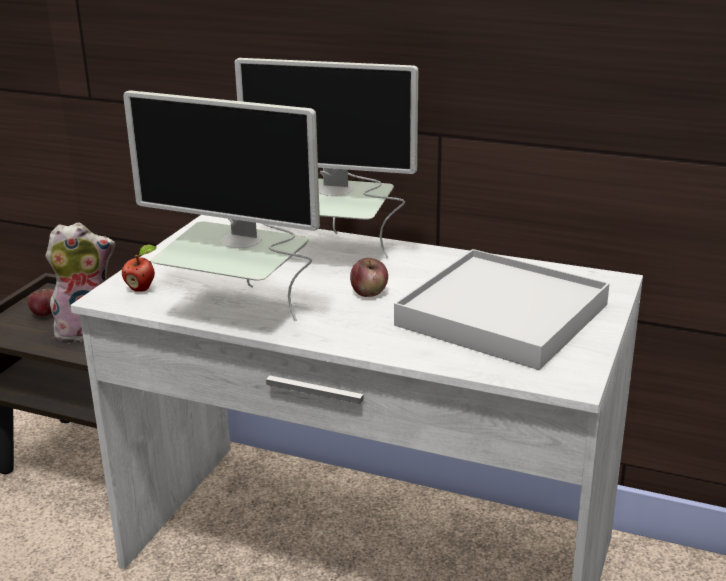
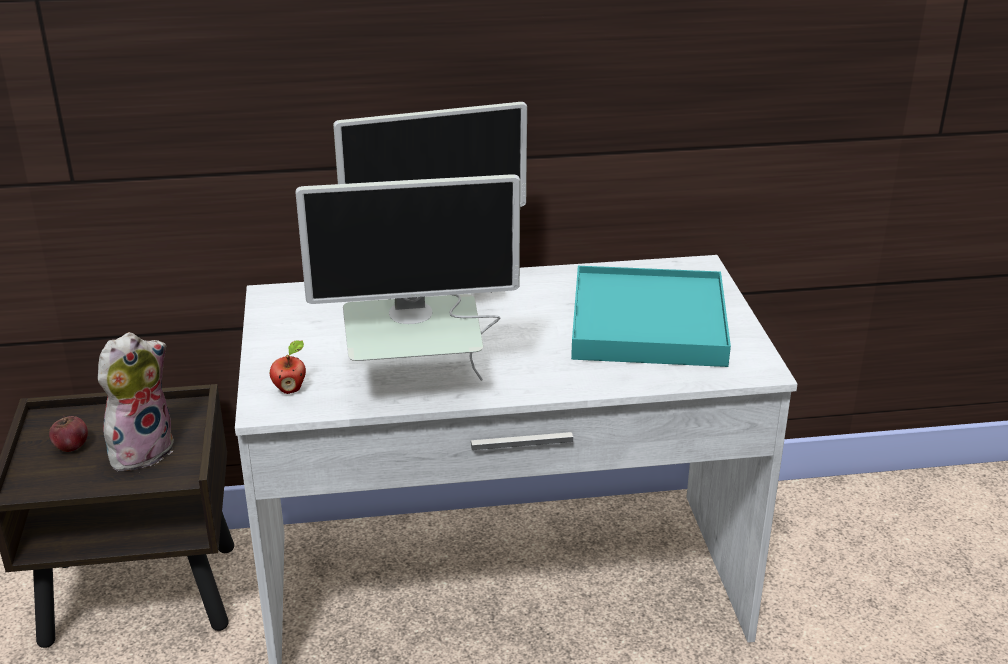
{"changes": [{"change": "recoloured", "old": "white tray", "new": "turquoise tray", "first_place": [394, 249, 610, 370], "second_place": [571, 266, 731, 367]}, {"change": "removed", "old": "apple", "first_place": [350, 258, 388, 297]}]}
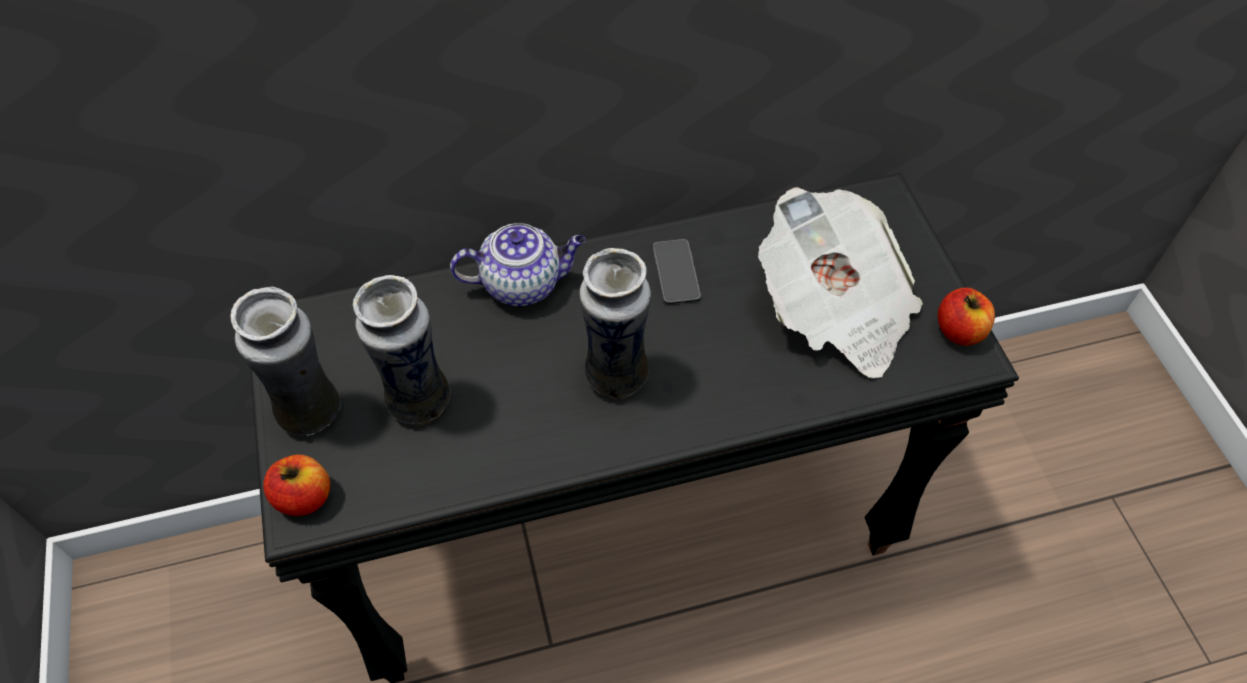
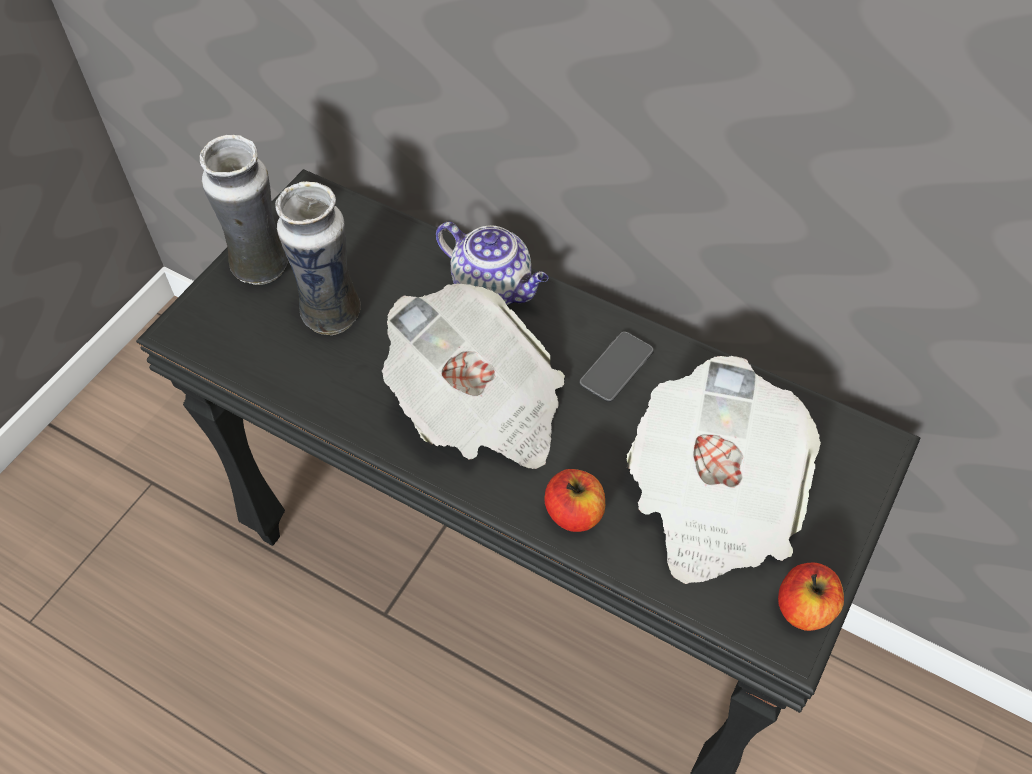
{"changes": [{"change": "replaced", "old": "vase", "new": "newspaper", "first_place": [579, 248, 651, 399], "second_place": [382, 284, 565, 469]}, {"change": "moved", "old": "apple", "first_place": [263, 455, 330, 516], "second_place": [544, 469, 605, 532]}]}
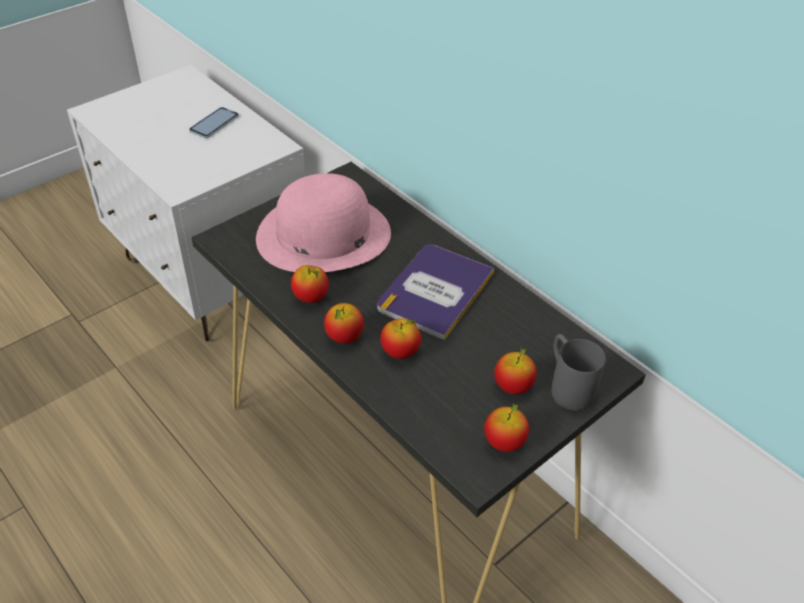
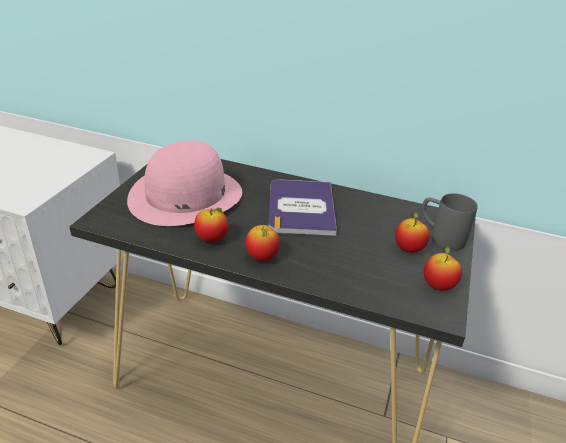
{"changes": [{"change": "removed", "old": "phone", "first_place": [189, 107, 239, 138]}, {"change": "removed", "old": "apple", "first_place": [381, 318, 422, 359]}]}
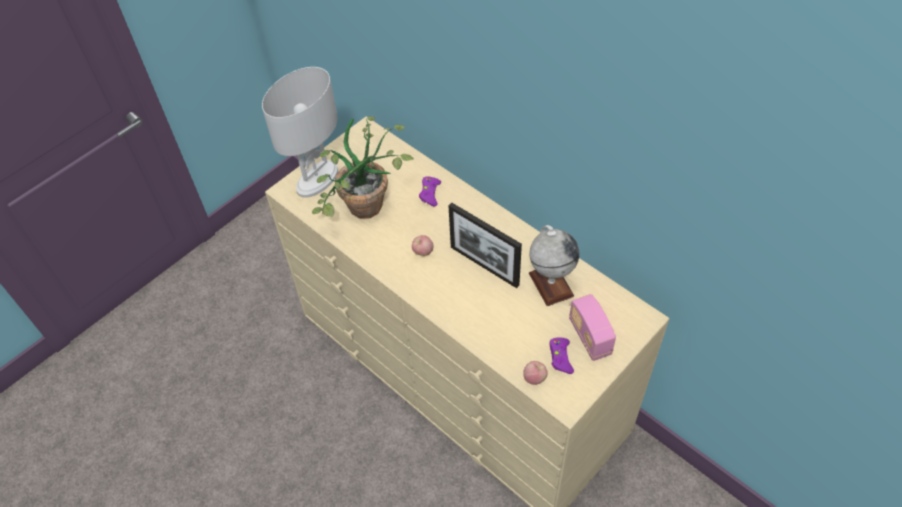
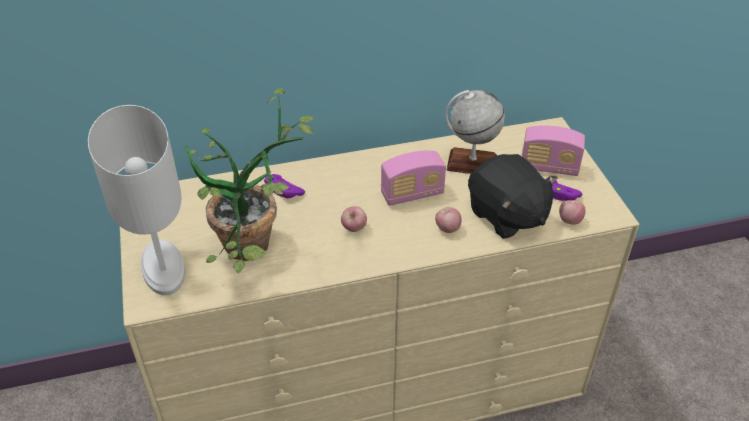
{"changes": [{"change": "replaced", "old": "picture frame", "new": "radio", "first_place": [448, 202, 522, 288], "second_place": [381, 151, 446, 206]}, {"change": "added", "new": "black plush toy", "second_place": [468, 154, 557, 239]}, {"change": "added", "new": "apple", "second_place": [435, 207, 462, 233]}]}
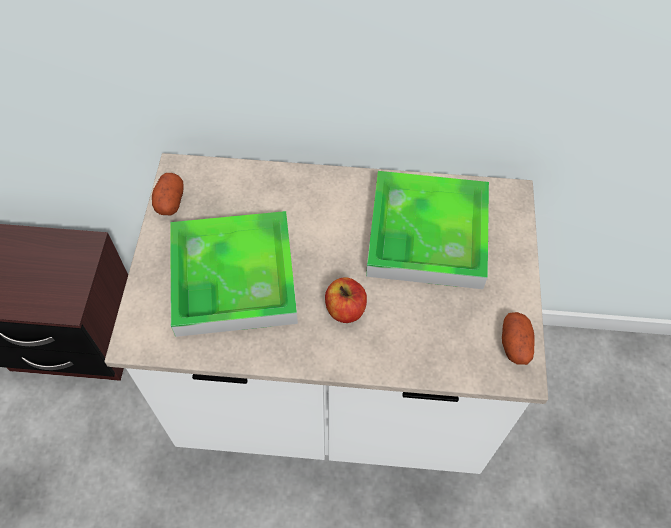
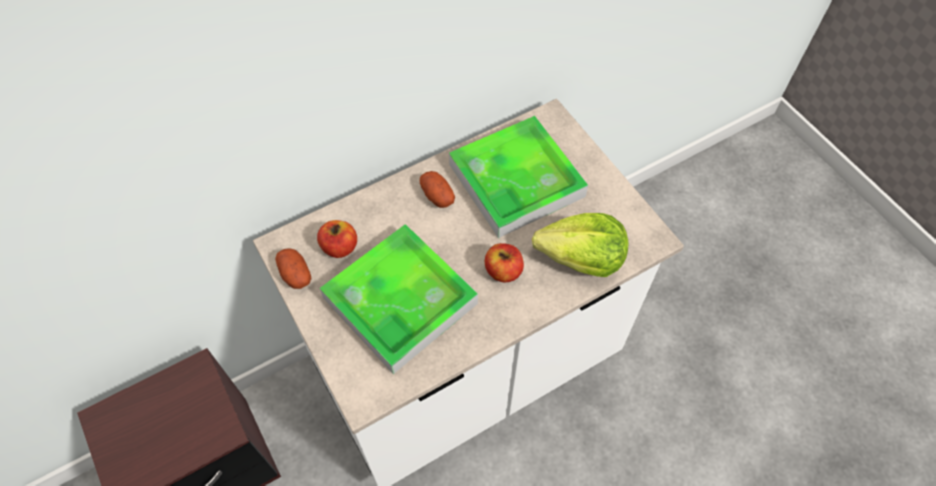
{"changes": [{"change": "moved", "old": "potato", "first_place": [502, 312, 535, 365], "second_place": [420, 171, 455, 208]}, {"change": "added", "new": "lettuce", "second_place": [532, 213, 628, 277]}, {"change": "added", "new": "apple", "second_place": [317, 220, 357, 258]}]}
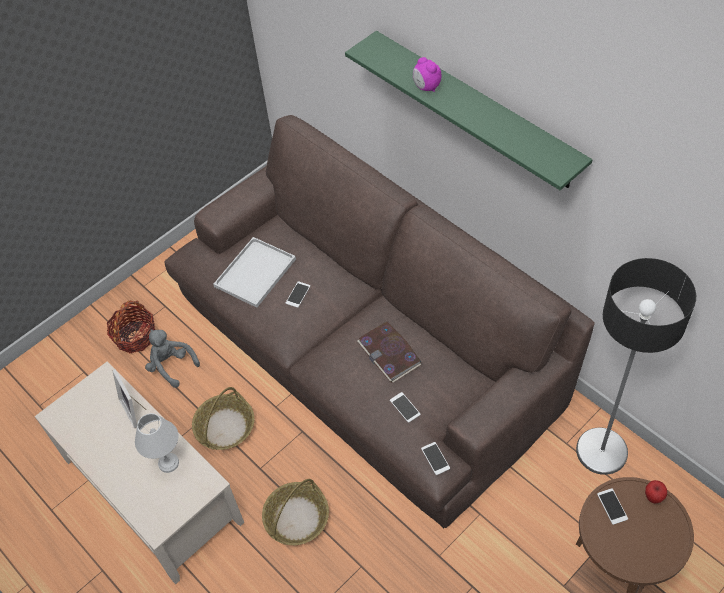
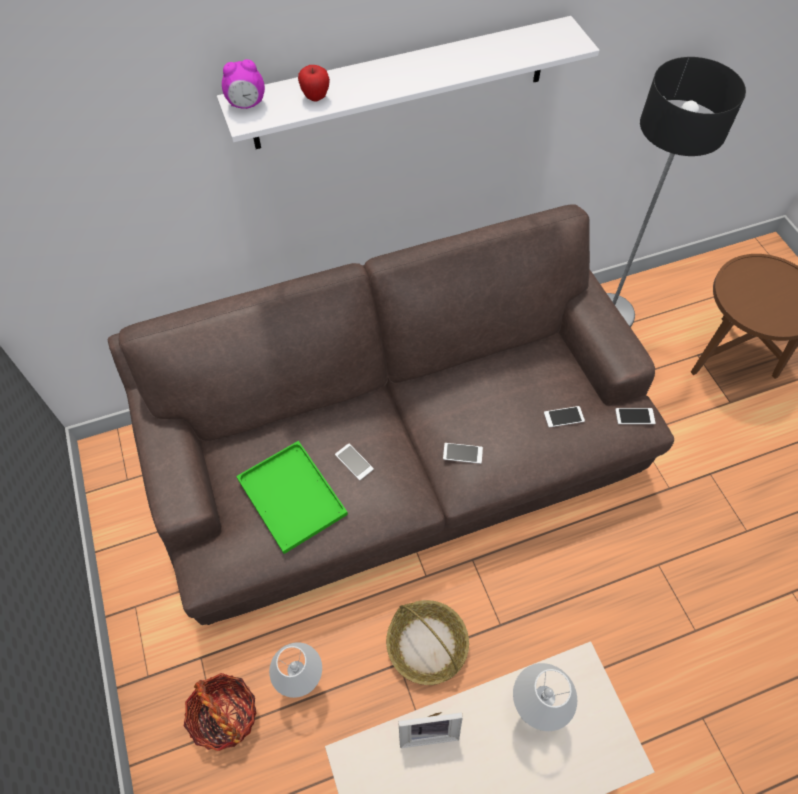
{"changes": [{"change": "recoloured", "old": "green shelf", "new": "white shelf", "first_place": [345, 31, 593, 190], "second_place": [217, 16, 599, 149]}, {"change": "moved", "old": "alarm clock", "first_place": [413, 57, 442, 92], "second_place": [222, 59, 265, 109]}, {"change": "recoloured", "old": "white tray", "new": "green tray", "first_place": [213, 237, 296, 308], "second_place": [236, 441, 348, 554]}, {"change": "removed", "old": "book", "first_place": [357, 322, 421, 383]}, {"change": "replaced", "old": "grey plush toy", "new": "white table lamp", "first_place": [145, 329, 200, 388], "second_place": [269, 642, 322, 698]}, {"change": "removed", "old": "basket", "first_place": [262, 479, 329, 545]}, {"change": "moved", "old": "apple", "first_place": [645, 480, 667, 504], "second_place": [298, 65, 330, 101]}, {"change": "moved", "old": "phone", "first_place": [597, 488, 628, 525], "second_place": [443, 443, 483, 464]}]}
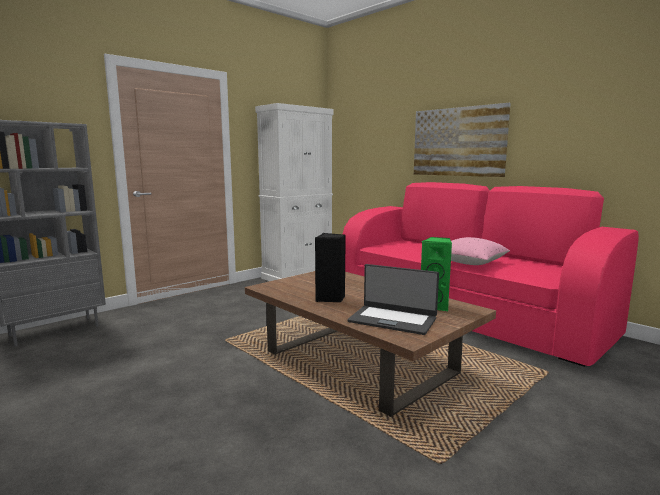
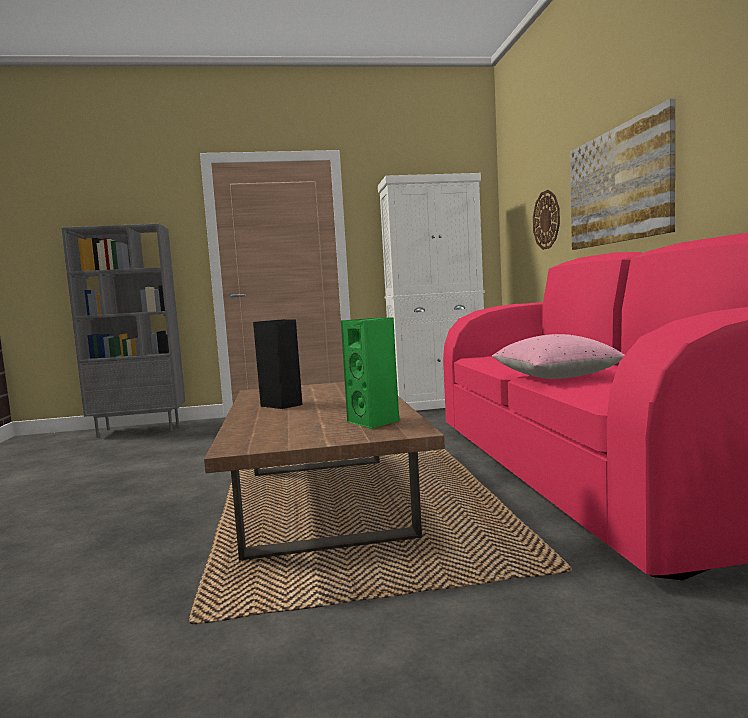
{"changes": [{"change": "removed", "old": "laptop", "first_place": [348, 264, 439, 335]}, {"change": "added", "new": "wall clock", "second_place": [533, 190, 560, 250]}]}
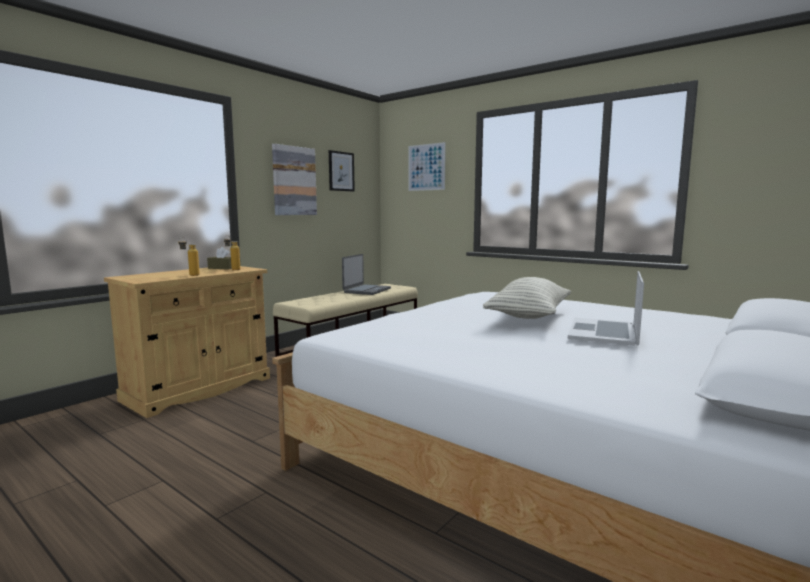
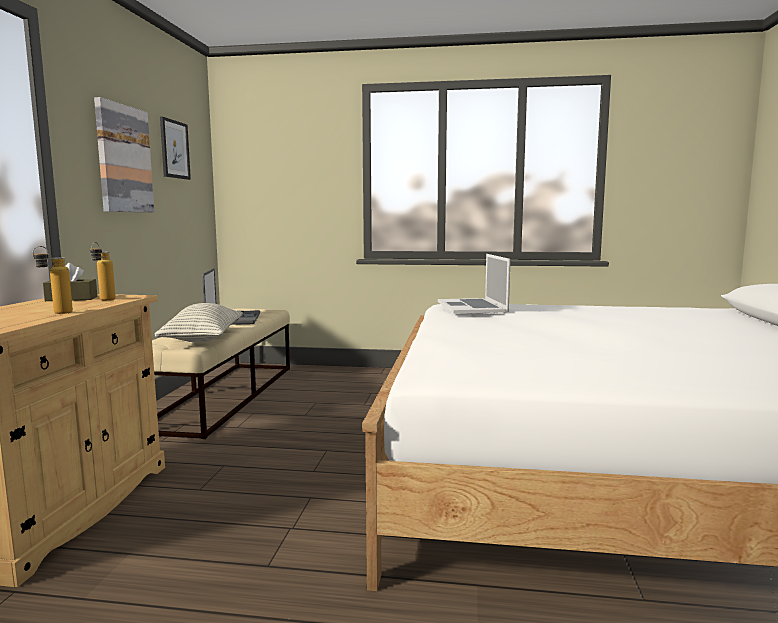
{"changes": [{"change": "removed", "old": "picture", "first_place": [409, 142, 446, 191]}, {"change": "moved", "old": "laptop", "first_place": [568, 271, 644, 346], "second_place": [438, 254, 511, 314]}, {"change": "moved", "old": "pillow", "first_place": [483, 277, 571, 319], "second_place": [155, 303, 243, 342]}]}
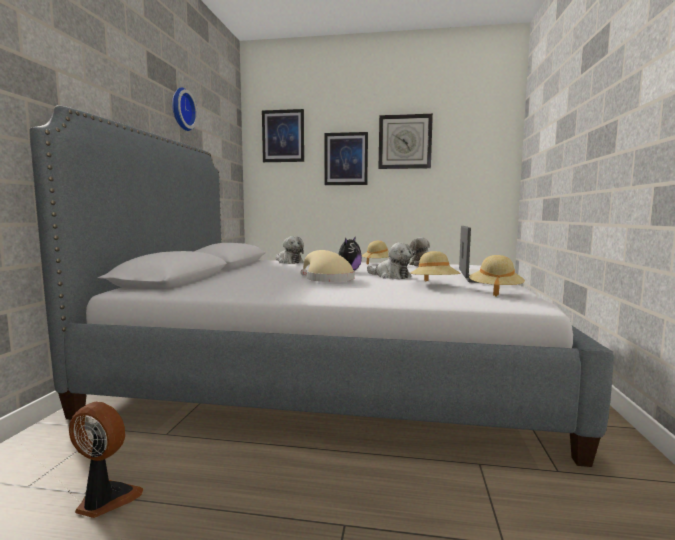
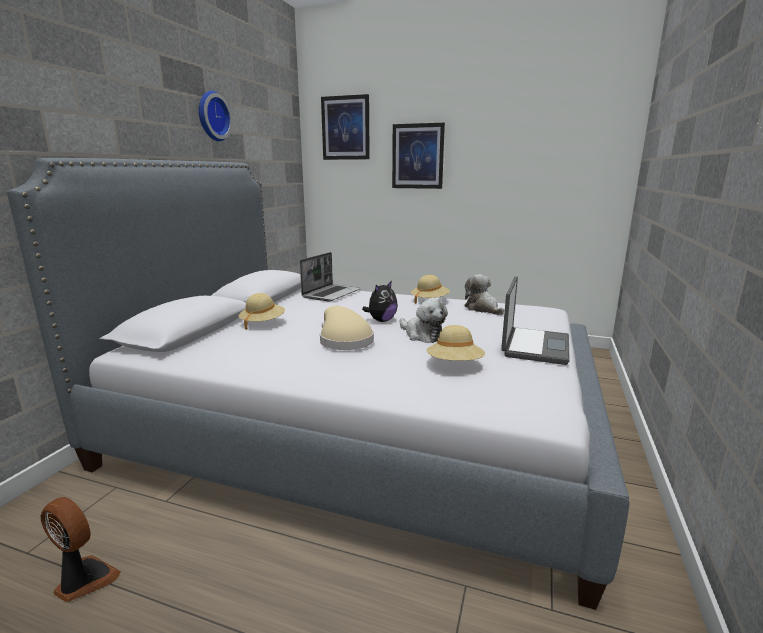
{"changes": [{"change": "removed", "old": "wall clock", "first_place": [378, 114, 433, 169]}, {"change": "replaced", "old": "plush toy", "new": "laptop", "first_place": [276, 236, 304, 264], "second_place": [300, 252, 361, 302]}, {"change": "moved", "old": "beige hat", "first_place": [469, 255, 525, 297], "second_place": [239, 293, 285, 330]}]}
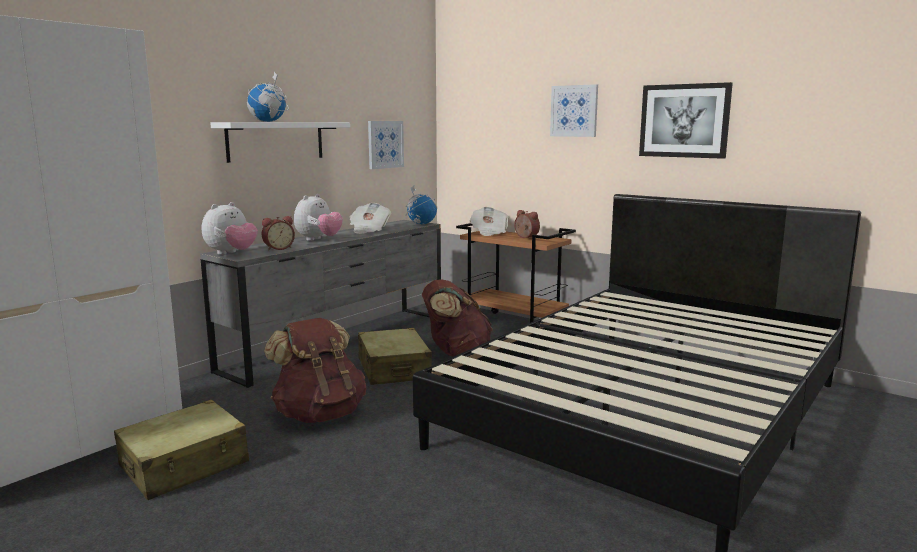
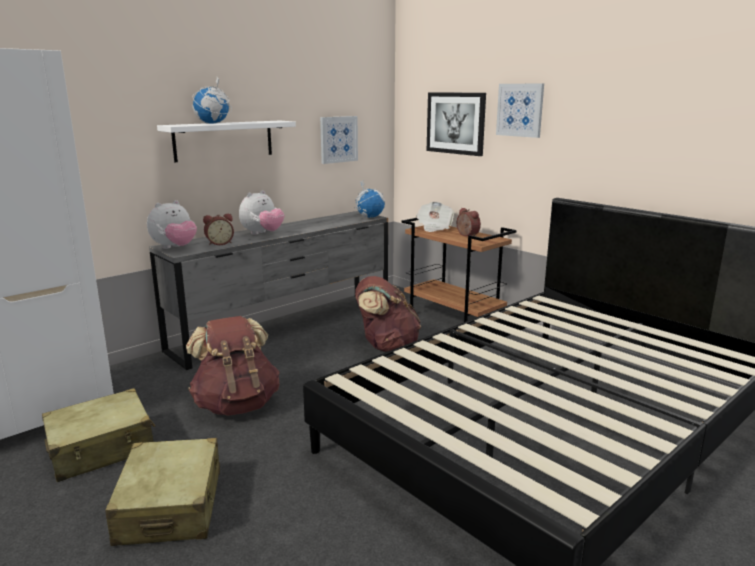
{"changes": [{"change": "moved", "old": "picture", "first_place": [639, 82, 733, 159], "second_place": [427, 92, 486, 156]}, {"change": "removed", "old": "newspaper", "first_place": [349, 203, 391, 234]}, {"change": "moved", "old": "beige suitcase", "first_place": [358, 328, 432, 385], "second_place": [105, 438, 220, 546]}]}
